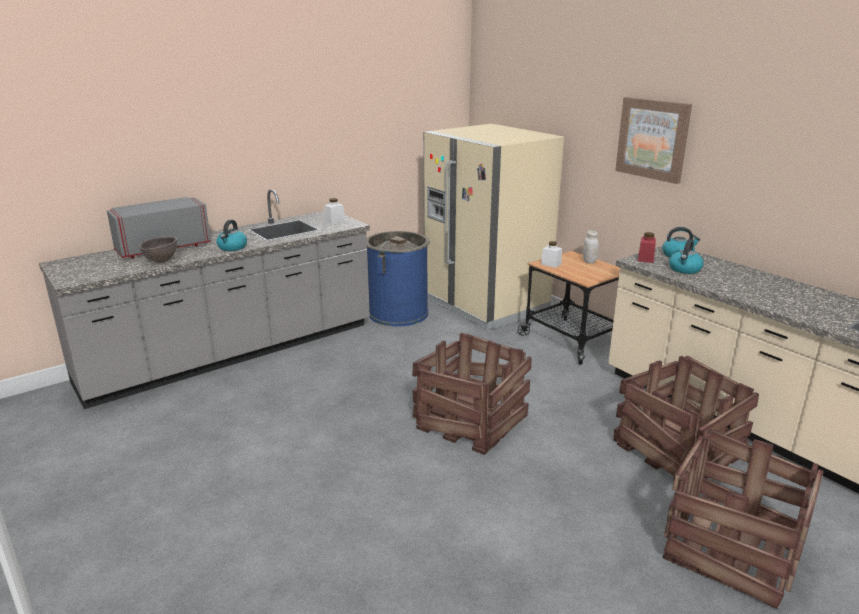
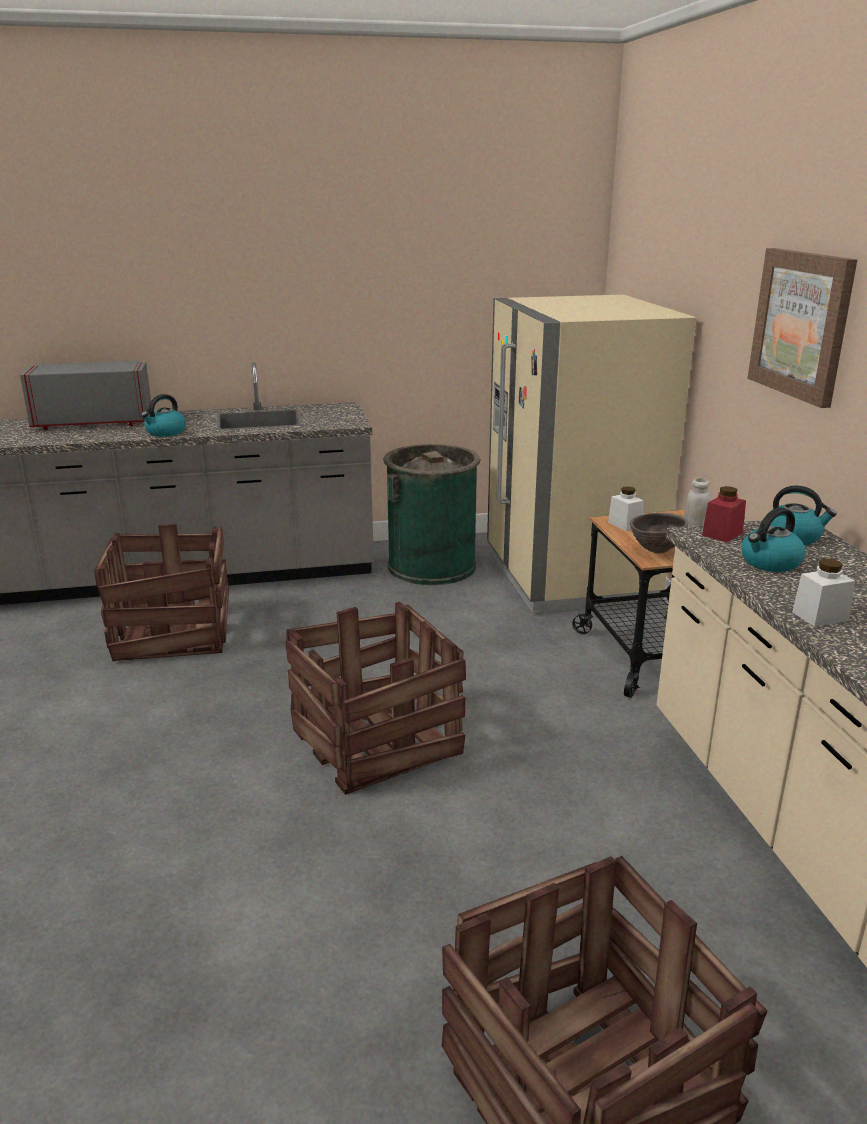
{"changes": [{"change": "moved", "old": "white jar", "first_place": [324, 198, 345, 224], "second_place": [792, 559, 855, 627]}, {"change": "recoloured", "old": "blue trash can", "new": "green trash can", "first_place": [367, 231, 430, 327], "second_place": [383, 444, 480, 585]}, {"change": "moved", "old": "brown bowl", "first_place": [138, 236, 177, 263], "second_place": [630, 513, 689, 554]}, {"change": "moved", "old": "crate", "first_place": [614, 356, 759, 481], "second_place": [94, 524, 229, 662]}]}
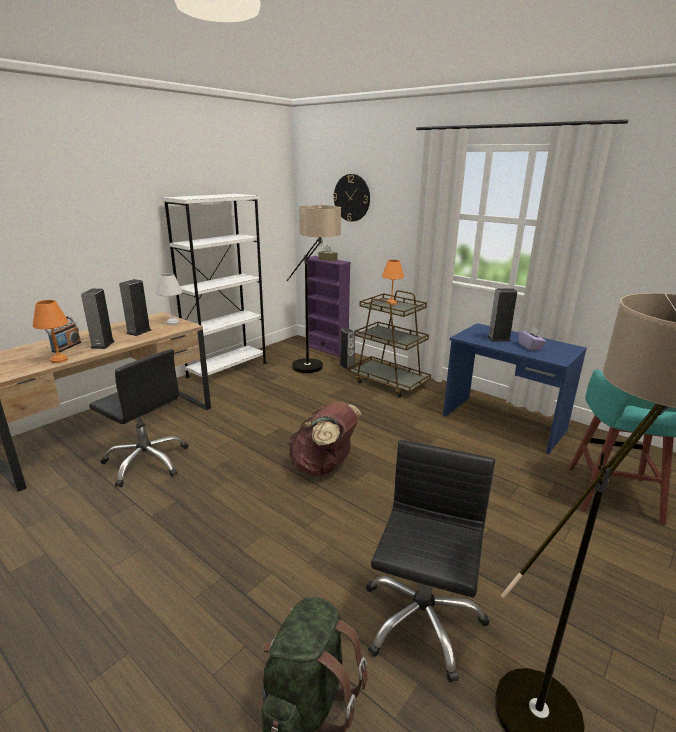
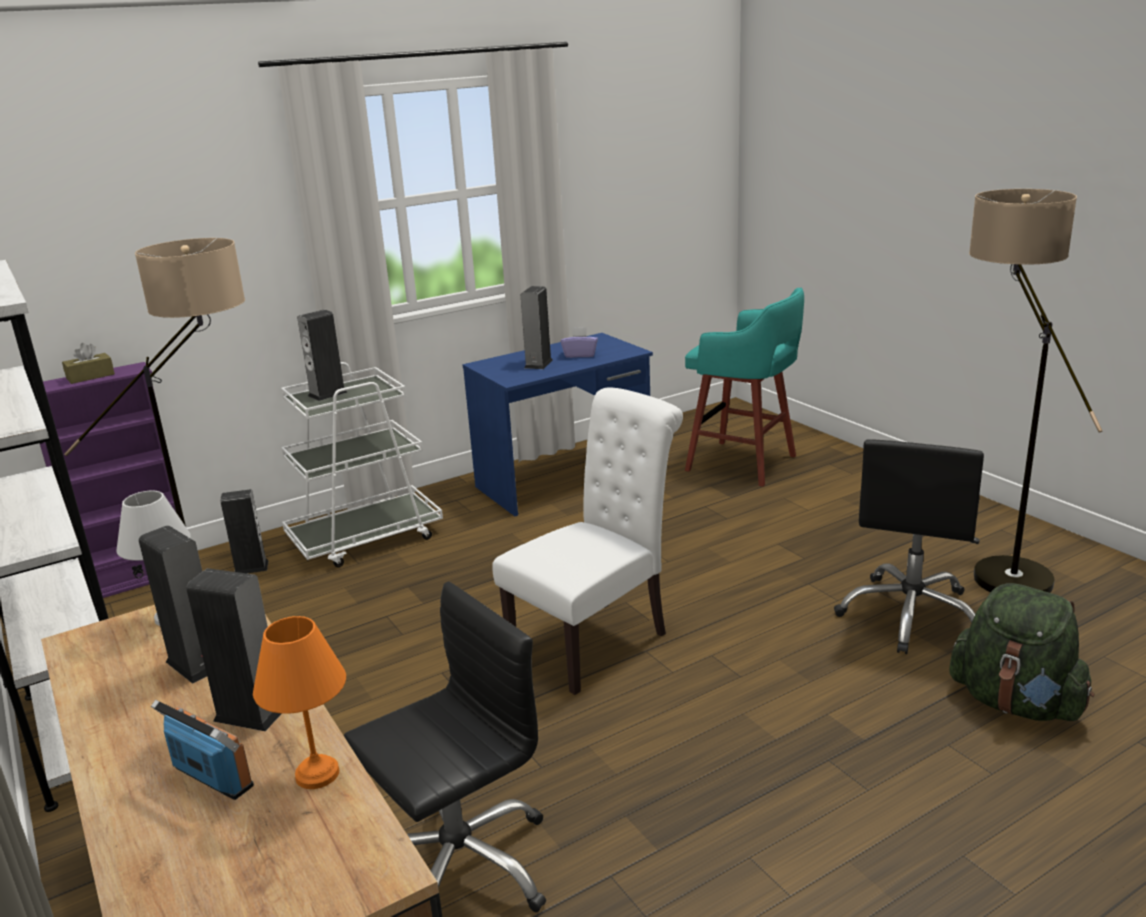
{"changes": [{"change": "removed", "old": "wall clock", "first_place": [333, 174, 370, 222]}, {"change": "replaced", "old": "orange table lamp", "new": "speaker", "first_place": [382, 260, 404, 305], "second_place": [297, 310, 347, 401]}, {"change": "recoloured", "old": "brown cart", "new": "white cart", "first_place": [349, 290, 431, 398], "second_place": [281, 362, 443, 567]}, {"change": "replaced", "old": "brown backpack", "new": "white chair", "first_place": [288, 402, 362, 476], "second_place": [492, 387, 683, 695]}, {"change": "turned", "old": "black office chair", "first_place": [366, 440, 495, 683], "second_place": [834, 439, 984, 654], "degrees": -105}]}
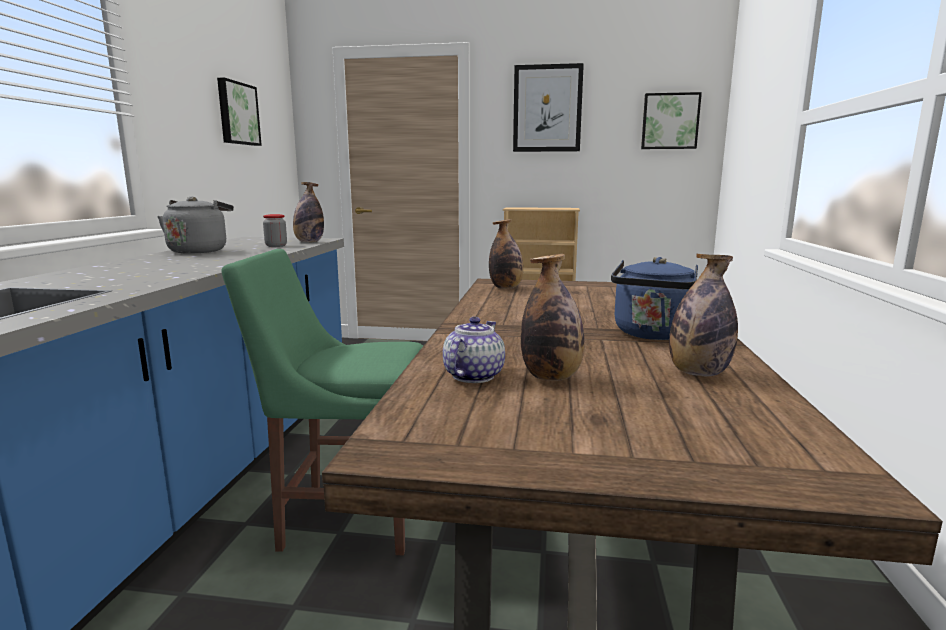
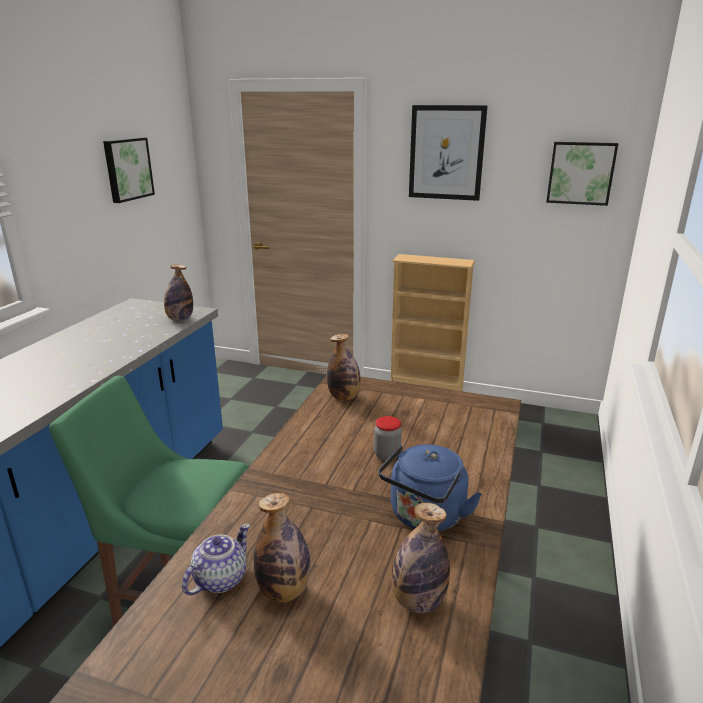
{"changes": [{"change": "removed", "old": "grey kettle", "first_place": [157, 197, 234, 254]}, {"change": "moved", "old": "jar", "first_place": [263, 214, 287, 247], "second_place": [374, 416, 402, 461]}]}
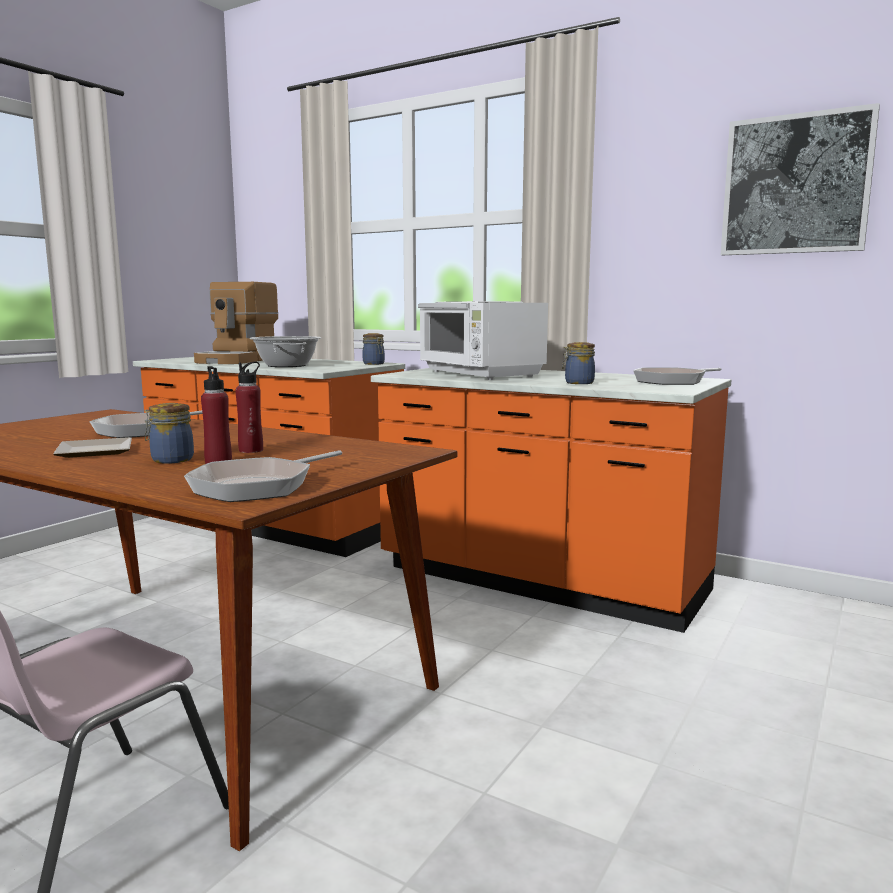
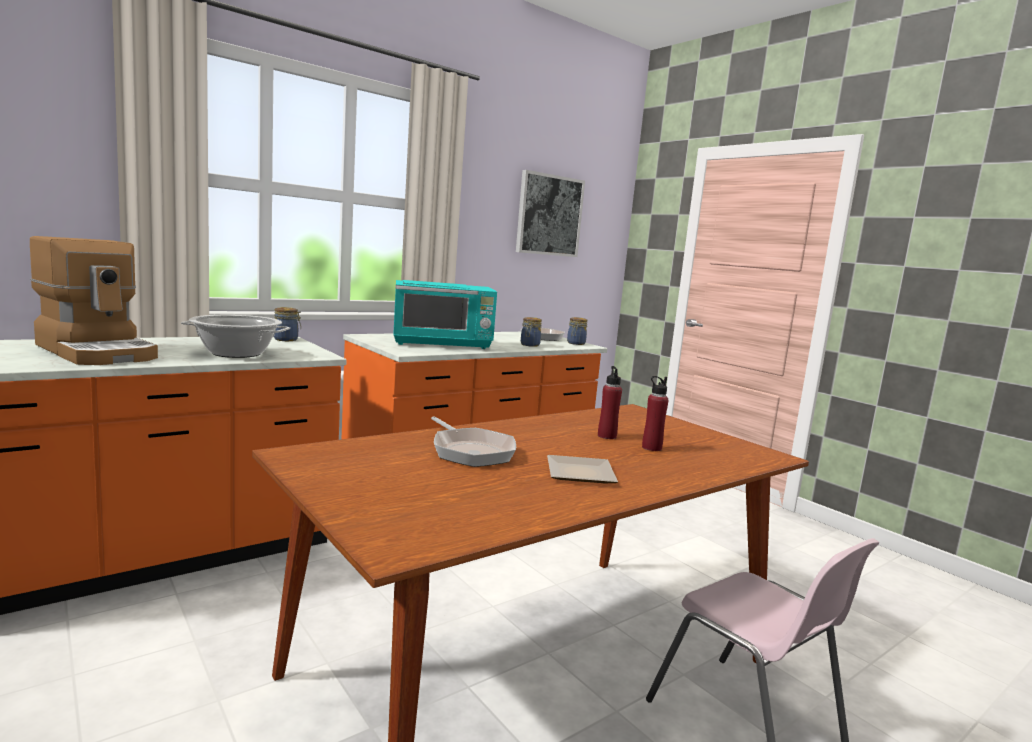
{"changes": [{"change": "recoloured", "old": "white microwave", "new": "turquoise microwave", "first_place": [418, 301, 548, 380], "second_place": [393, 280, 497, 349]}, {"change": "moved", "old": "jar", "first_place": [145, 403, 194, 464], "second_place": [567, 317, 588, 345]}, {"change": "removed", "old": "frying pan", "first_place": [184, 450, 342, 502]}]}
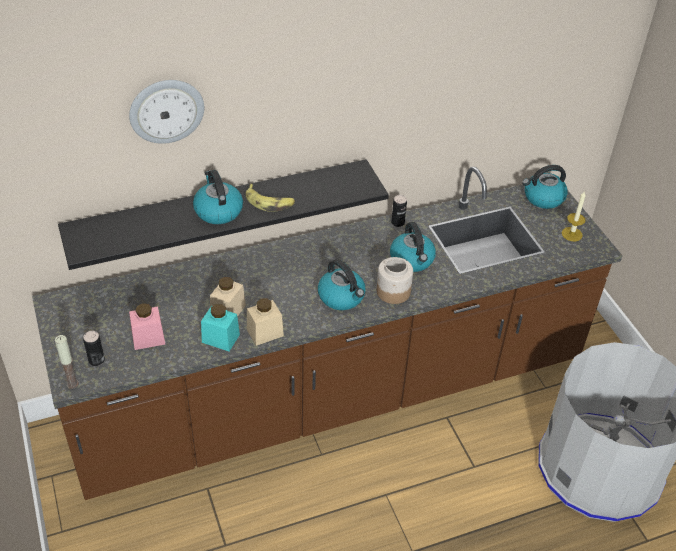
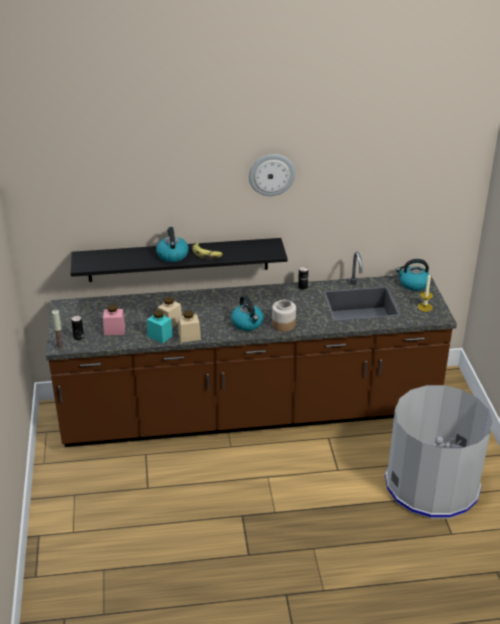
{"changes": [{"change": "moved", "old": "wall clock", "first_place": [129, 80, 204, 144], "second_place": [249, 154, 295, 196]}, {"change": "removed", "old": "kettle", "first_place": [390, 222, 436, 272]}]}
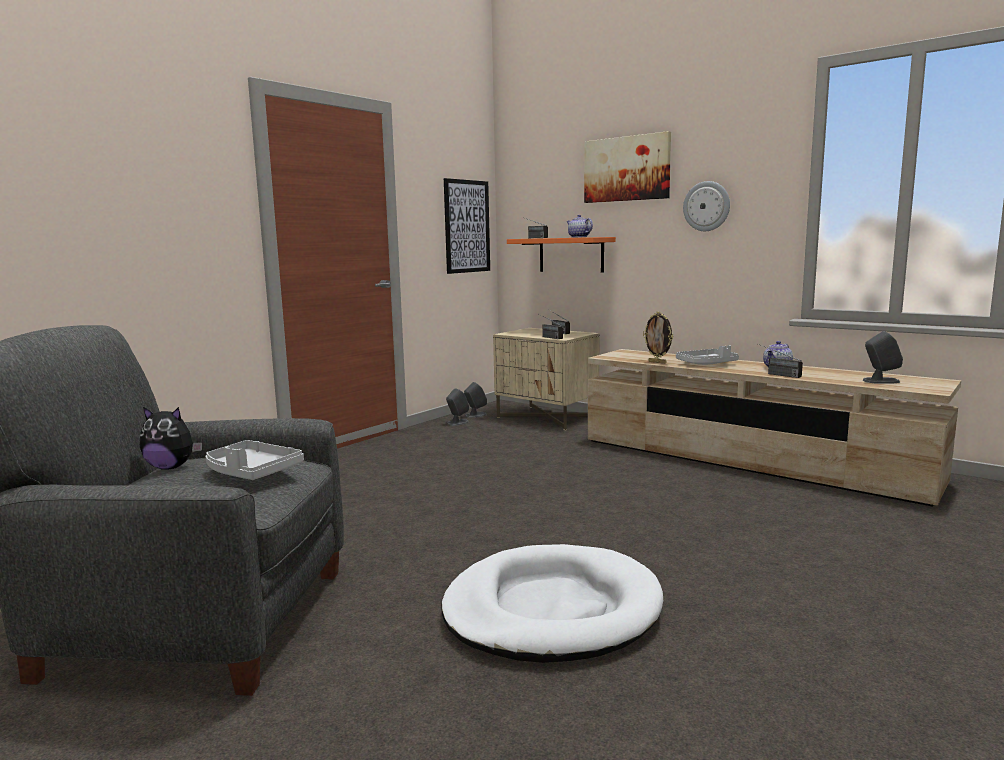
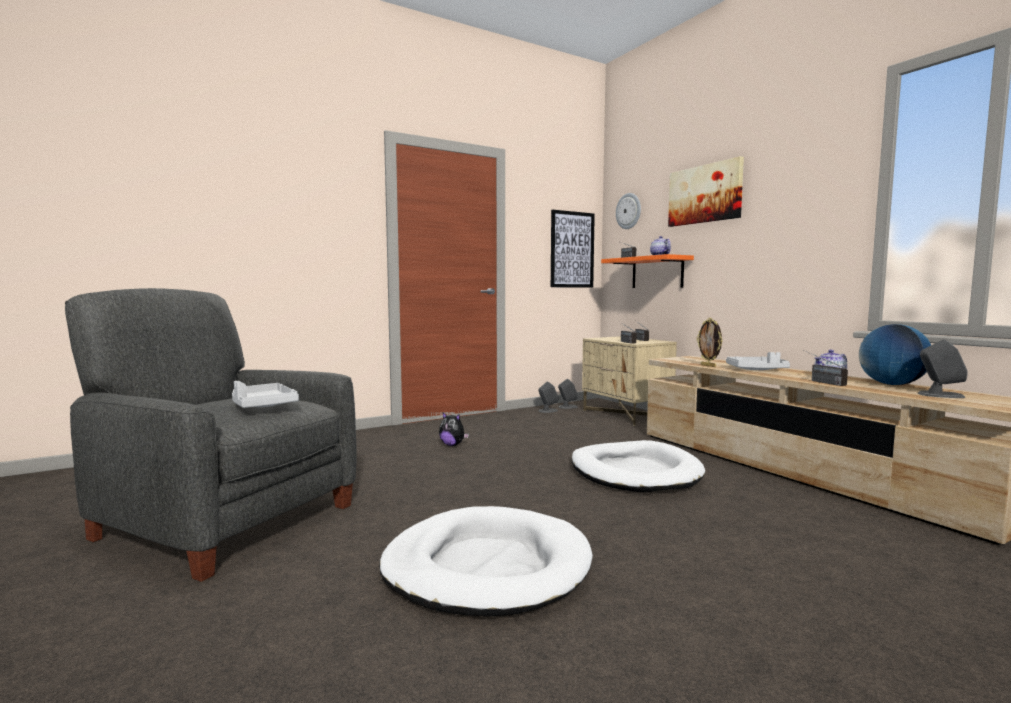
{"changes": [{"change": "moved", "old": "wall clock", "first_place": [683, 181, 730, 231], "second_place": [616, 193, 641, 229]}, {"change": "moved", "old": "plush toy", "first_place": [140, 407, 202, 470], "second_place": [439, 412, 469, 446]}, {"change": "added", "new": "globe", "second_place": [859, 324, 931, 385]}, {"change": "added", "new": "white dog bed", "second_place": [571, 440, 705, 492]}]}
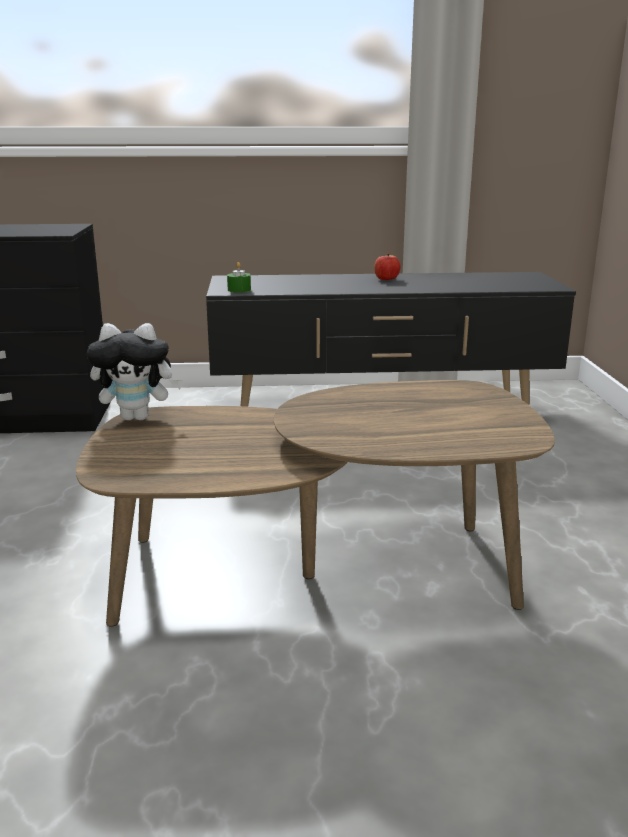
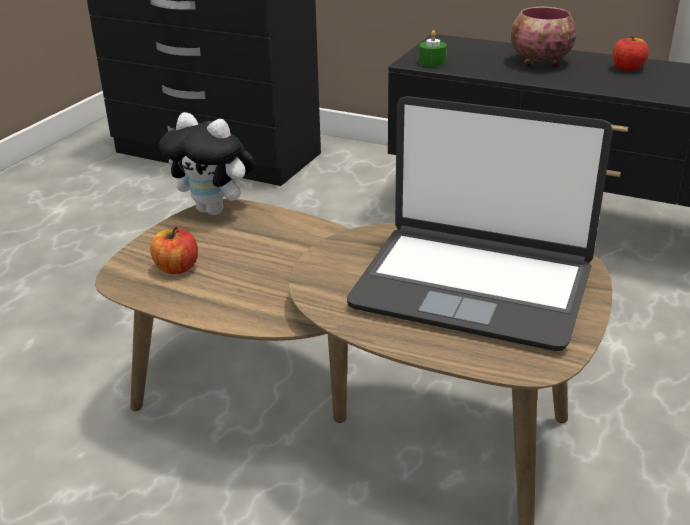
{"changes": [{"change": "added", "new": "bowl", "second_place": [510, 7, 577, 67]}, {"change": "added", "new": "laptop", "second_place": [347, 96, 613, 351]}, {"change": "added", "new": "apple", "second_place": [150, 227, 198, 274]}]}
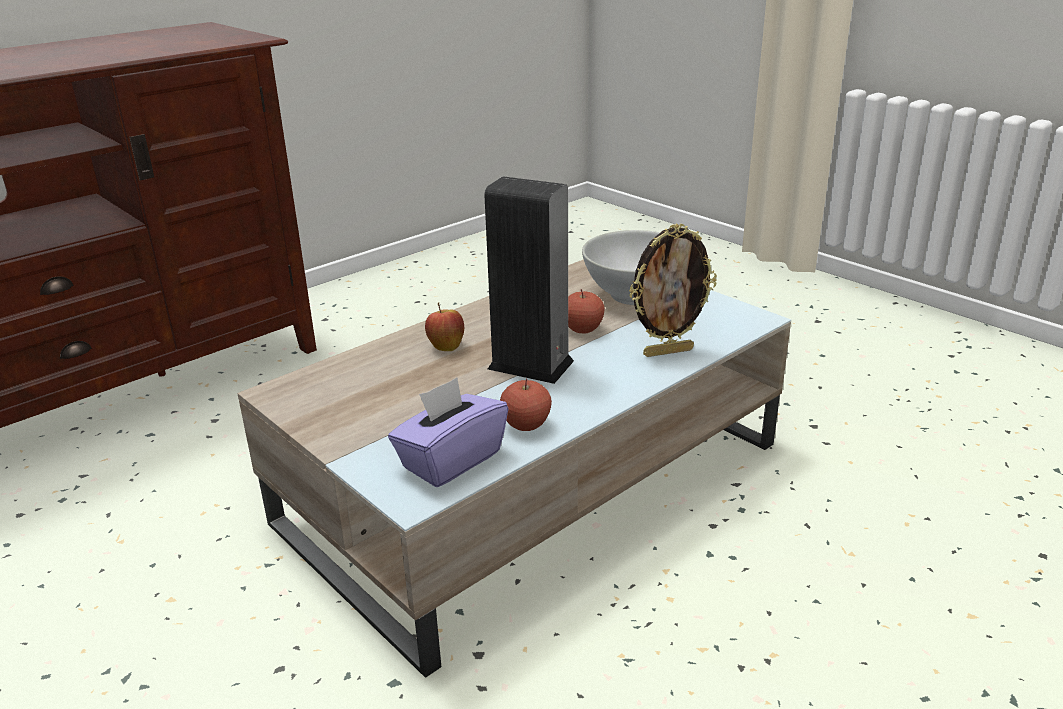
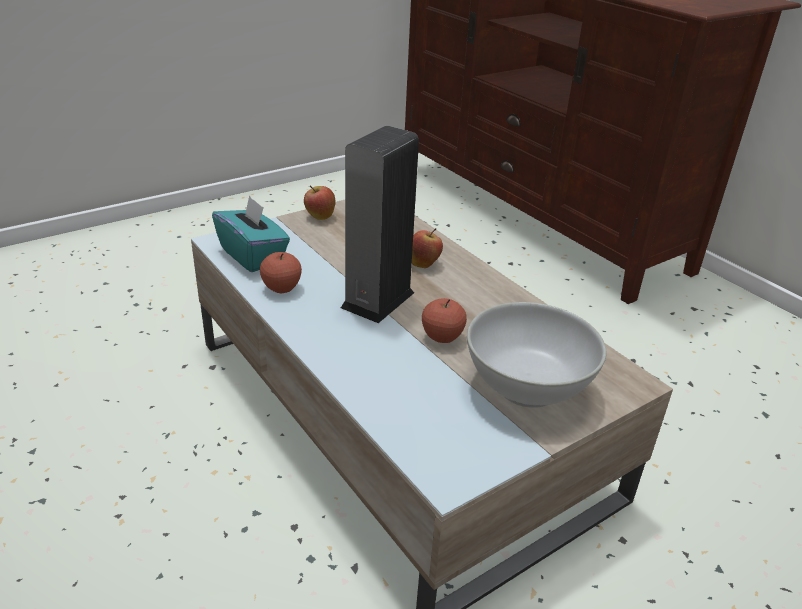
{"changes": [{"change": "removed", "old": "picture frame", "first_place": [629, 223, 717, 357]}, {"change": "recoloured", "old": "purple tissue box", "new": "turquoise tissue box", "first_place": [388, 377, 508, 487], "second_place": [212, 195, 290, 272]}, {"change": "added", "new": "apple", "second_place": [304, 185, 335, 220]}]}
